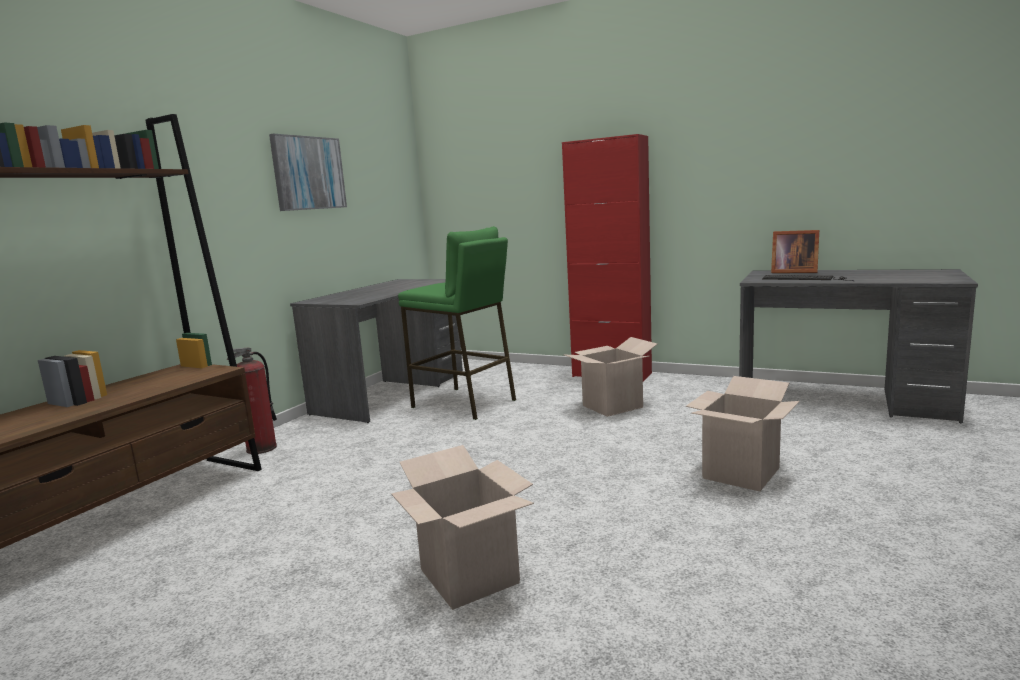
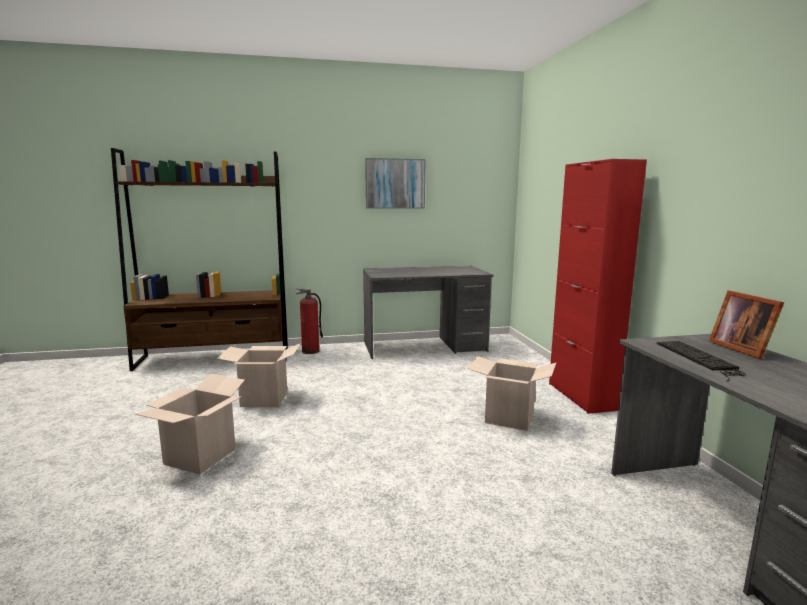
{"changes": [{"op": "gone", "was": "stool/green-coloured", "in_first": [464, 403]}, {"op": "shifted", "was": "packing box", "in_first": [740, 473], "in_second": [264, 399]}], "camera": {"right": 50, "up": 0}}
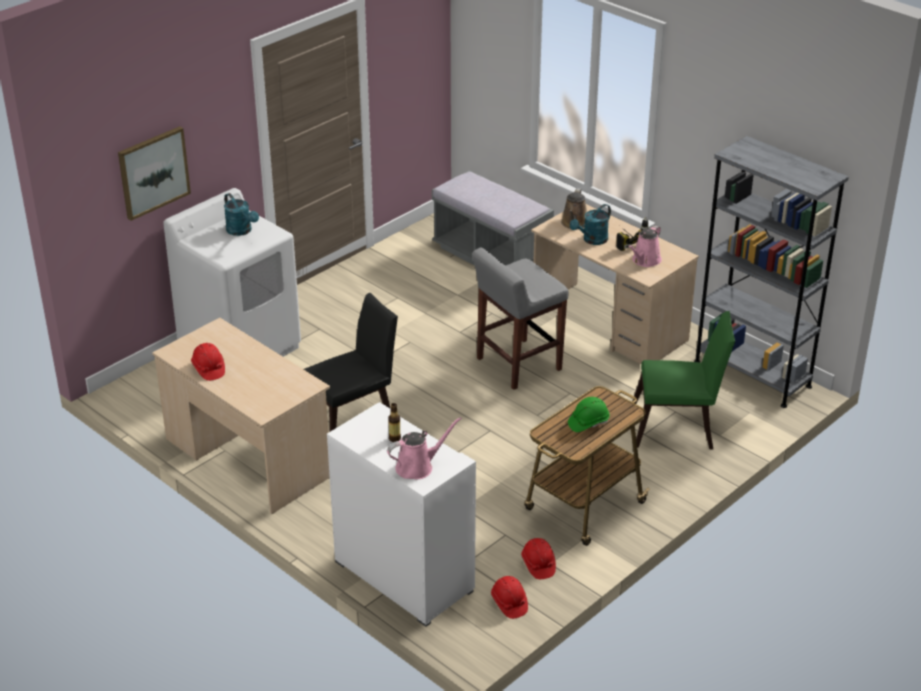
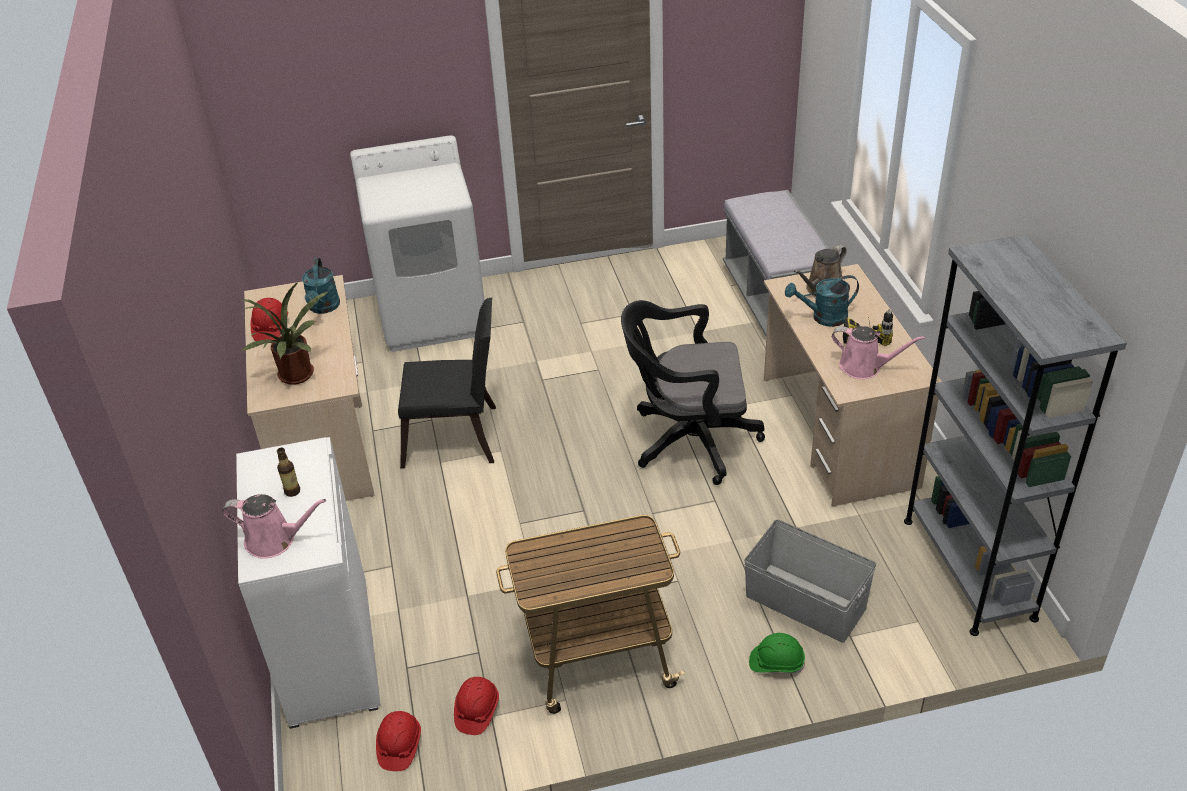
{"changes": [{"op": "gone", "was": "picture", "in_first": [153, 172]}, {"op": "shifted", "was": "watering pot/blue-green", "in_first": [241, 231], "in_second": [324, 308]}, {"op": "swapped", "was": "stool/greyish", "now": "computer chair/black-coloured", "in_first": [517, 364], "in_second": [687, 440]}, {"op": "shifted", "was": "work helmet/green-coloured", "in_first": [588, 422], "in_second": [776, 662]}, {"op": "rotated", "was": "watering pot/pinkish", "in_first": [645, 261], "in_second": [864, 367], "clockwise": -135}, {"op": "swapped", "was": "plain chair/green-coloured", "now": "storage bin/greyish", "in_first": [678, 428], "in_second": [805, 603]}, {"op": "new", "now": "houseplant", "in_second": [297, 377]}], "camera": {"right": 35, "up": 5}}
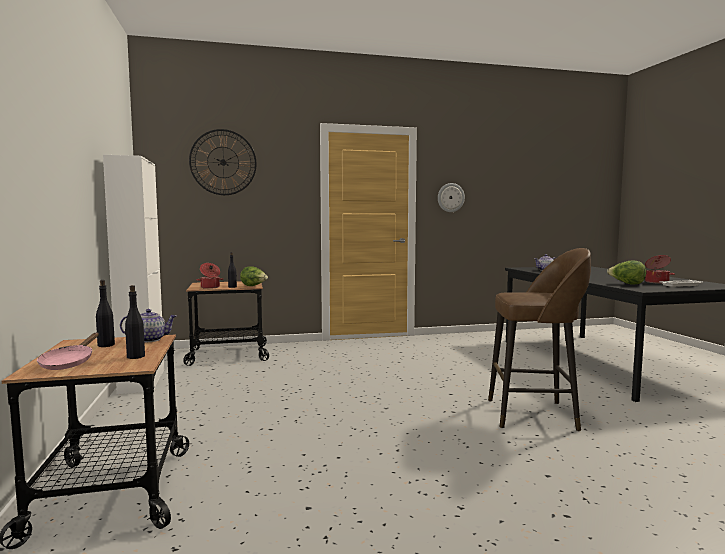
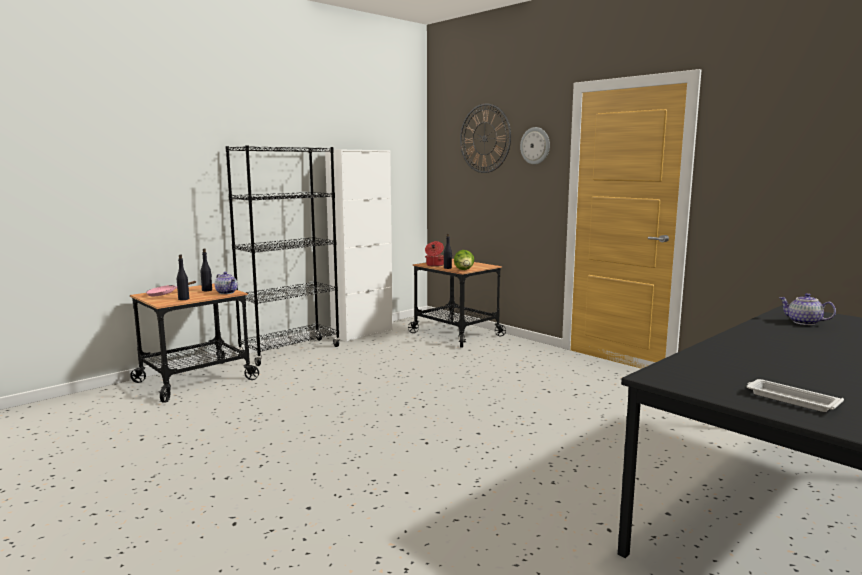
{"changes": [{"op": "shifted", "was": "clock on the wall", "in_first": [450, 197], "in_second": [535, 145]}, {"op": "gone", "was": "stool/brown-coloured", "in_first": [534, 415]}, {"op": "gone", "was": "lettuce head", "in_first": [627, 284]}, {"op": "gone", "was": "cooking pot", "in_first": [656, 282]}, {"op": "new", "now": "bookcase/black-coloured", "in_second": [290, 352]}], "camera": {"right": 60, "up": 5}}
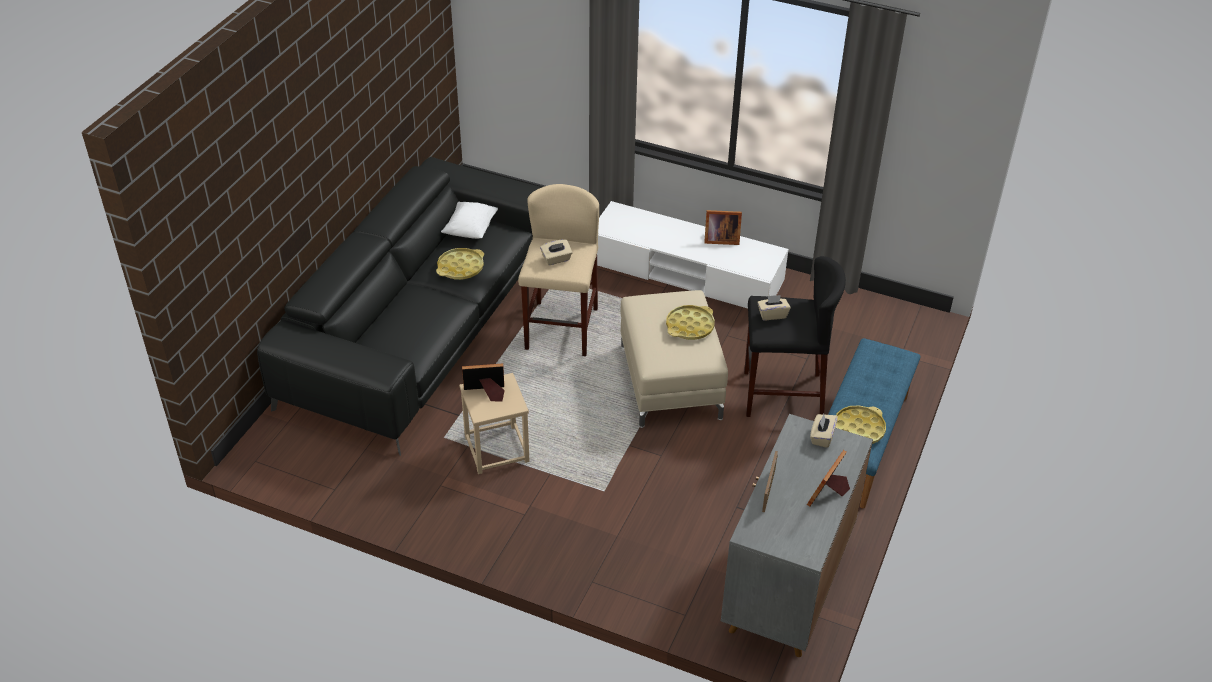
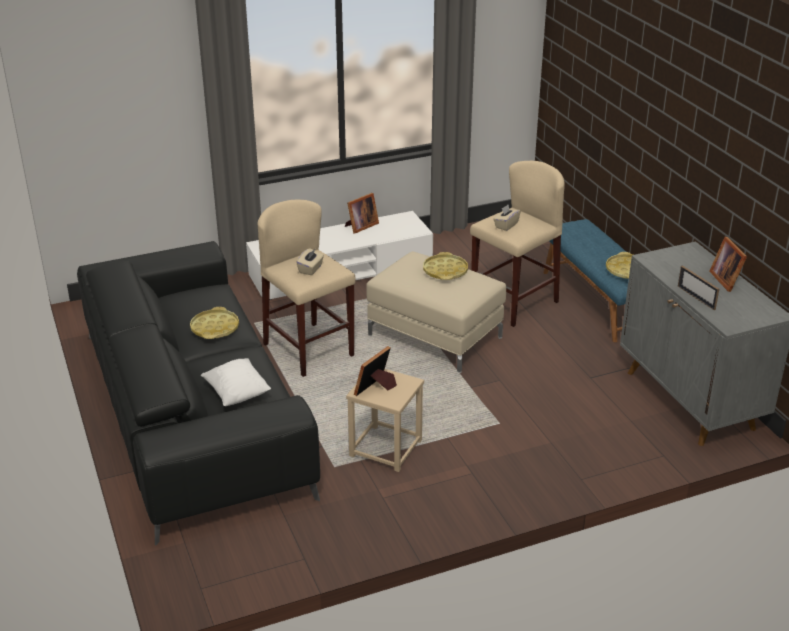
{"changes": [{"op": "shifted", "was": "throw pillow/whitish", "in_first": [470, 230], "in_second": [237, 393]}, {"op": "repainted", "was": "stool/black-coloured", "now": "stool/beige-coloured", "in_first": [782, 395], "in_second": [513, 303]}, {"op": "gone", "was": "tissue box/beige-coloured", "in_first": [822, 437]}], "camera": {"right": -45, "up": -10}}
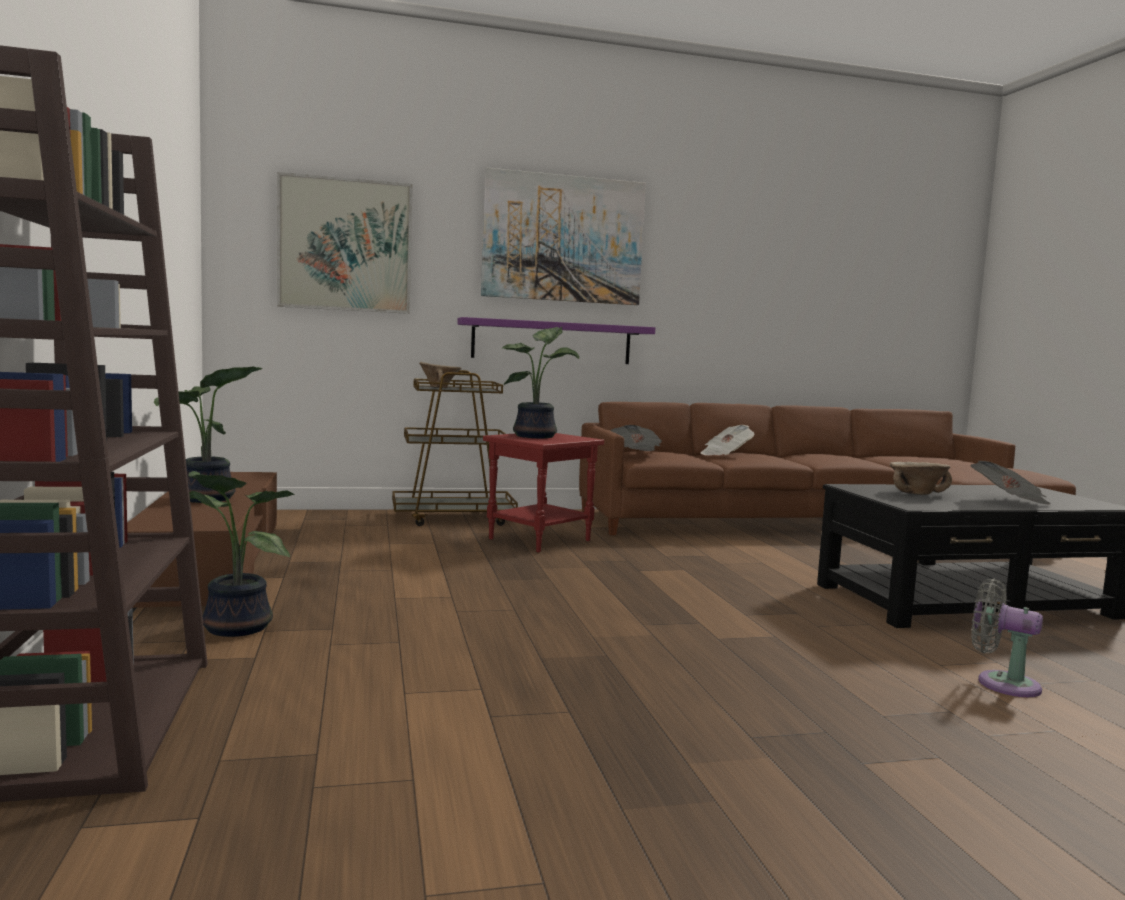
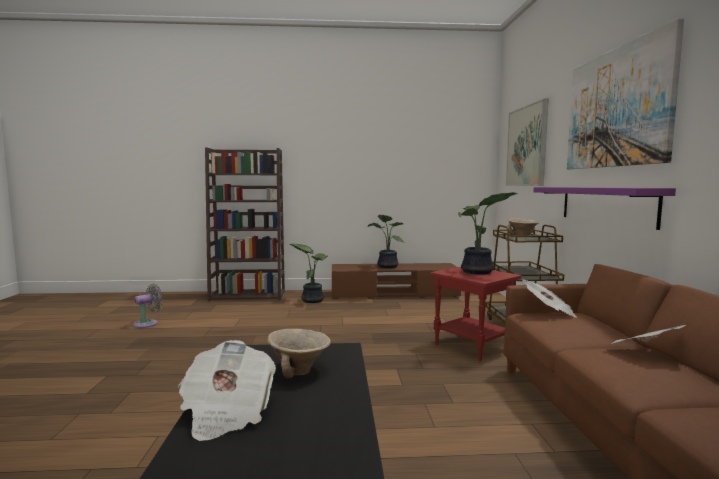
{"changes": [{"op": "shifted", "was": "electric fan/greyish", "in_first": [1001, 683], "in_second": [148, 324]}], "camera": {"right": 100, "up": 0}}
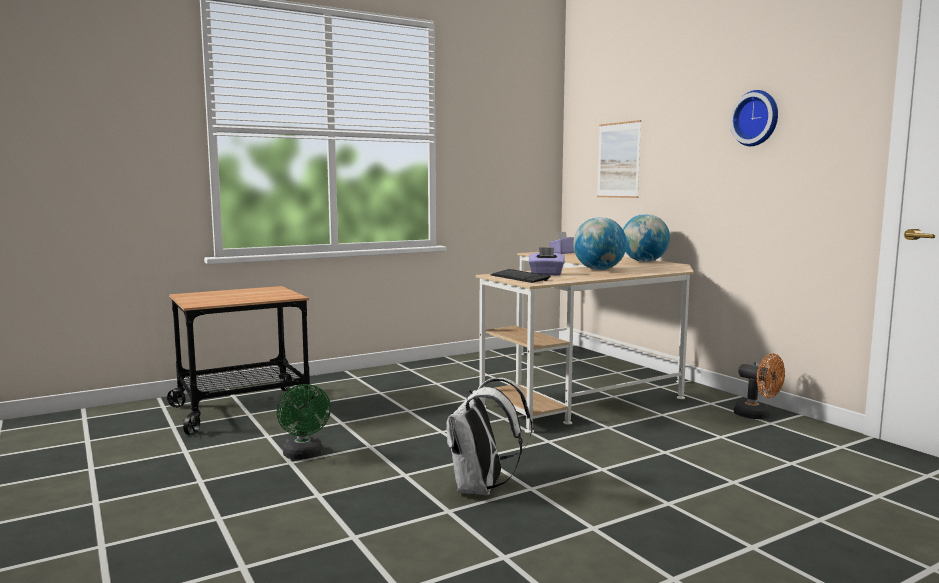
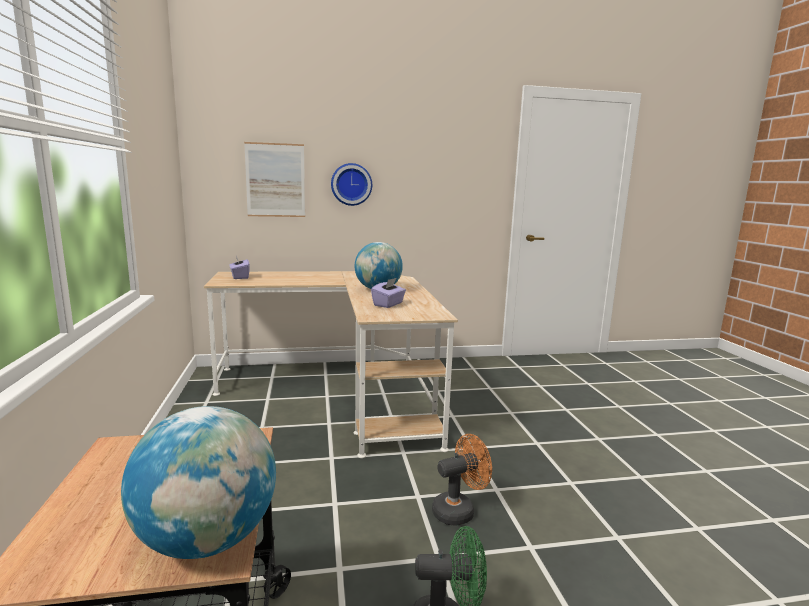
{"changes": [{"op": "gone", "was": "rucksack/whitish", "in_first": [482, 489]}, {"op": "gone", "was": "PC keyboard", "in_first": [519, 278]}, {"op": "shifted", "was": "globe", "in_first": [644, 261], "in_second": [208, 540]}, {"op": "shifted", "was": "clock on the wall", "in_first": [756, 118], "in_second": [351, 184]}, {"op": "shifted", "was": "electric fan/orangey", "in_first": [757, 415], "in_second": [459, 510]}], "camera": {"right": -70, "up": 5}}
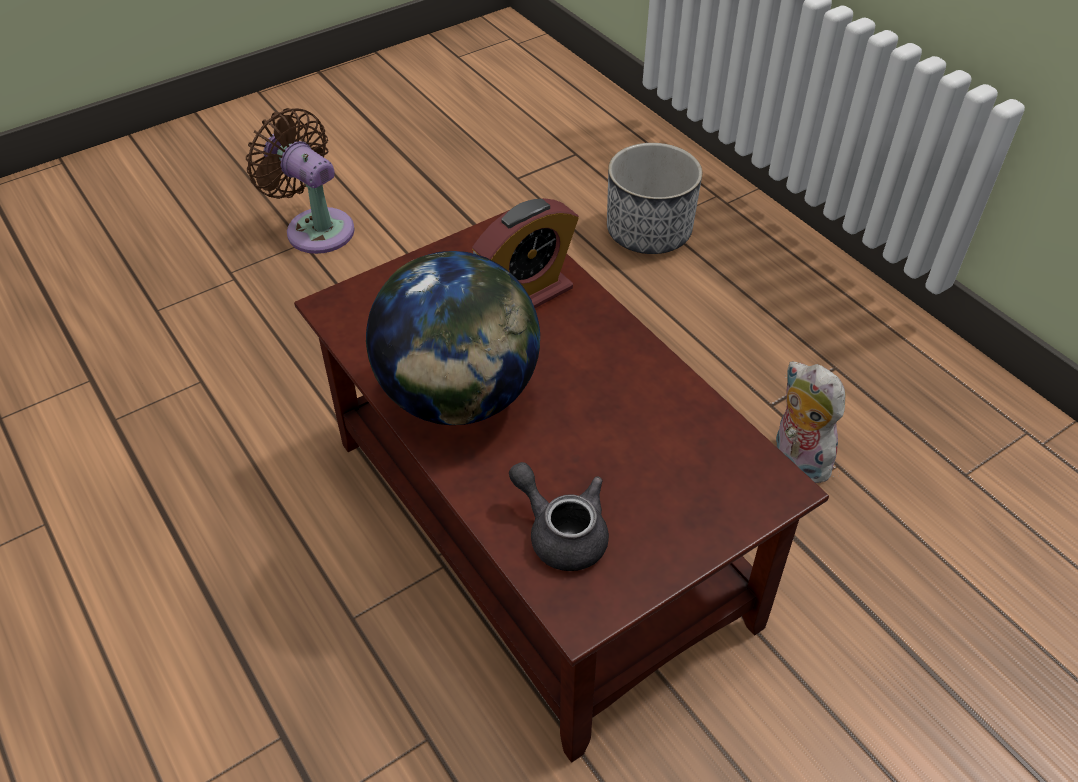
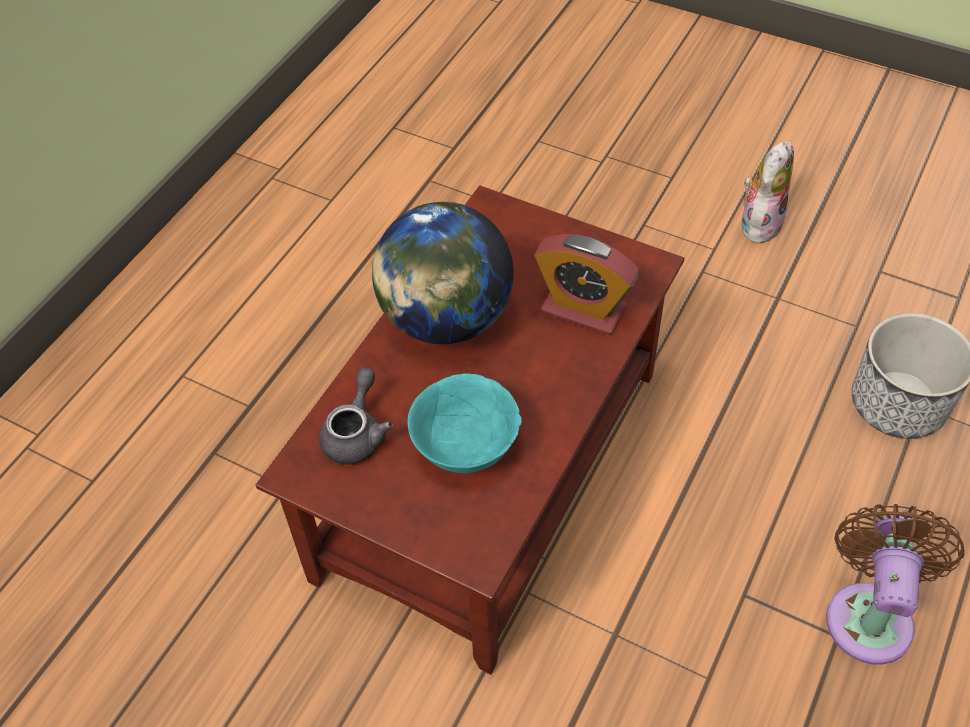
{"changes": [{"op": "shifted", "was": "electric fan/brown-coloured", "in_first": [315, 228], "in_second": [870, 614]}, {"op": "shifted", "was": "plush toy", "in_first": [796, 459], "in_second": [759, 223]}, {"op": "new", "now": "bowl/blue-green", "in_second": [465, 445]}], "camera": {"right": 65, "up": 5}}
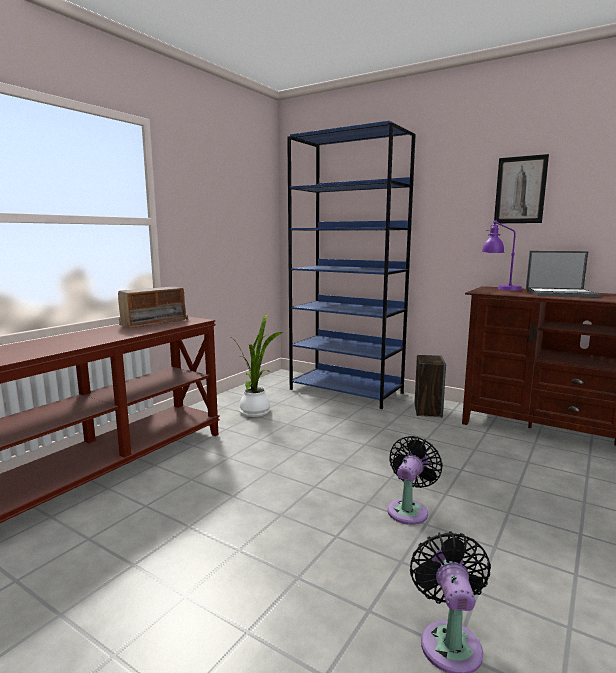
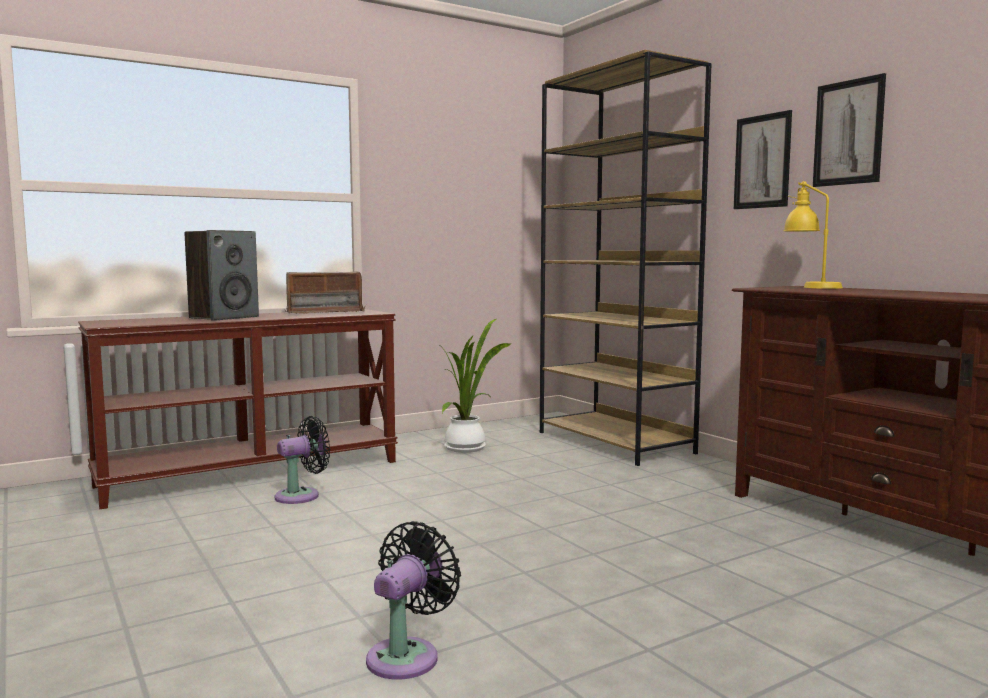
{"changes": [{"op": "repainted", "was": "bookcase/blue", "now": "bookcase/brown-coloured", "in_first": [346, 391], "in_second": [615, 442]}, {"op": "shifted", "was": "electric fan/black-coloured", "in_first": [409, 510], "in_second": [302, 495]}, {"op": "shifted", "was": "loudspeaker", "in_first": [427, 410], "in_second": [224, 317]}, {"op": "repainted", "was": "lamp for a table/purplish", "now": "lamp for a table/yellow-coloured", "in_first": [499, 288], "in_second": [809, 287]}, {"op": "gone", "was": "laptop", "in_first": [561, 293]}, {"op": "new", "now": "picture", "in_second": [762, 161]}], "camera": {"right": 25, "up": -5}}
